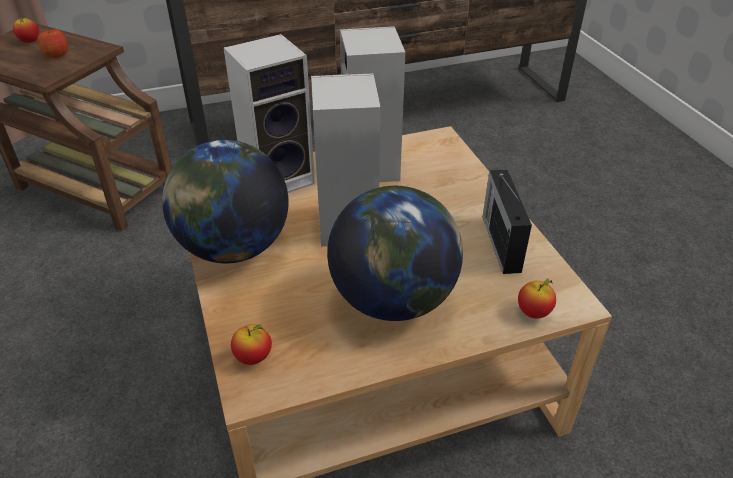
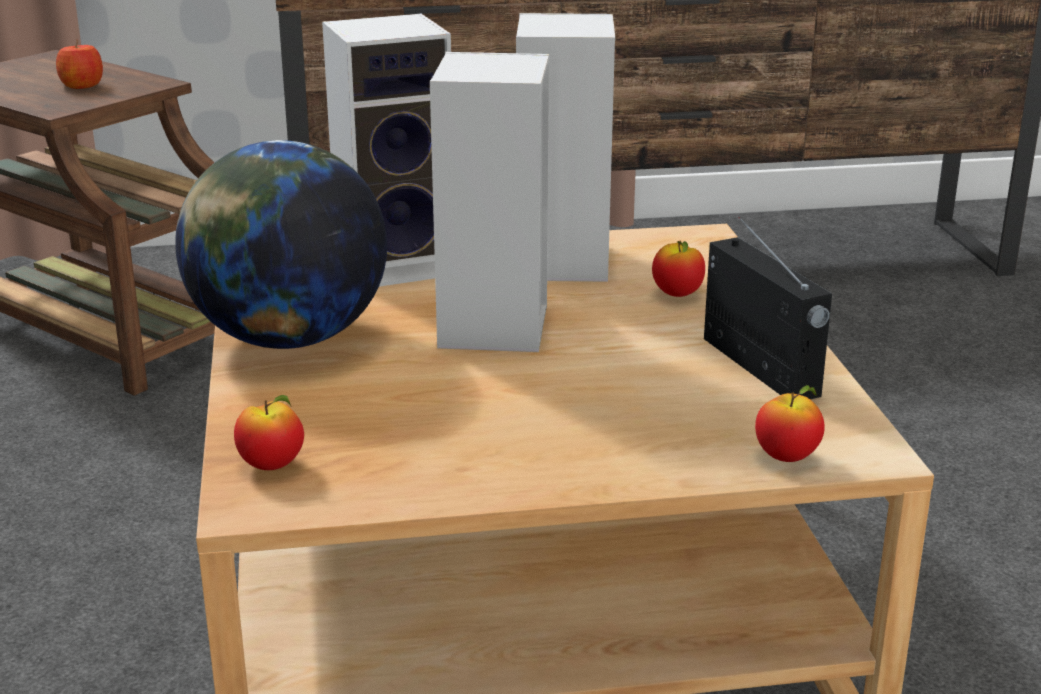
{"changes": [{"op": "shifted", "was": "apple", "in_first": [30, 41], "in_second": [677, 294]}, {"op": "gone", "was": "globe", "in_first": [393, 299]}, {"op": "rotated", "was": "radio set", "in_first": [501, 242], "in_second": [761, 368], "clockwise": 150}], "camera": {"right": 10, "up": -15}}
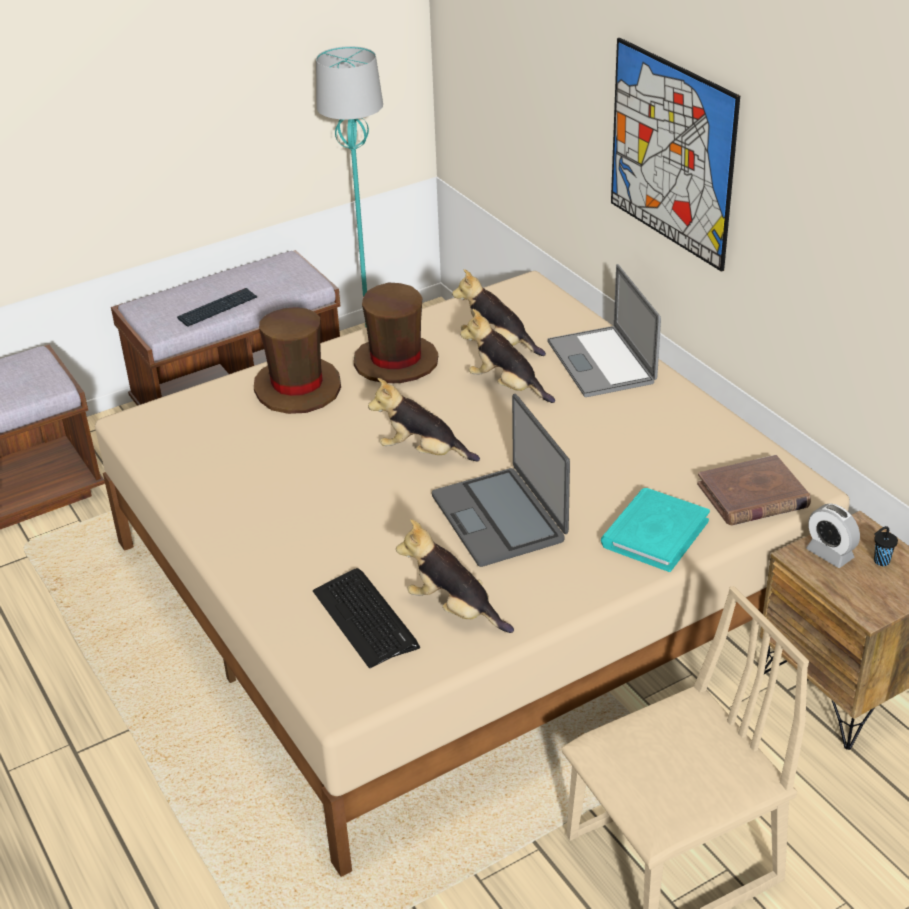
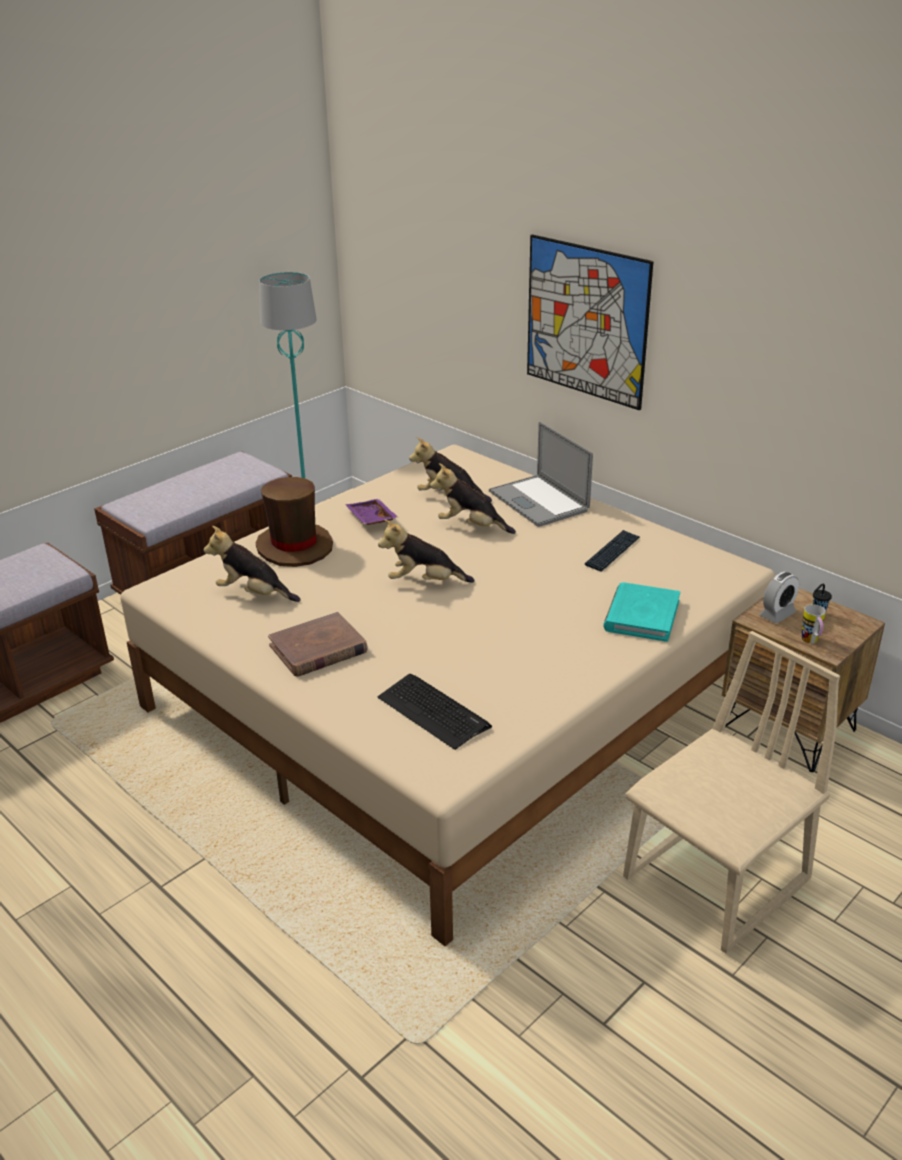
{"changes": [{"op": "shifted", "was": "PC keyboard", "in_first": [218, 308], "in_second": [613, 552]}, {"op": "swapped", "was": "wearable hat/brown-coloured", "now": "carrying tray/purplish", "in_first": [395, 362], "in_second": [370, 519]}, {"op": "shifted", "was": "plush toy", "in_first": [454, 610], "in_second": [253, 594]}, {"op": "gone", "was": "laptop", "in_first": [500, 518]}, {"op": "shifted", "was": "book/brown-coloured", "in_first": [753, 496], "in_second": [318, 649]}, {"op": "rotated", "was": "alarm clock", "in_first": [829, 554], "in_second": [777, 614], "clockwise": -75}, {"op": "new", "now": "tea mug", "in_second": [811, 642]}], "camera": {"right": -15, "up": -5}}
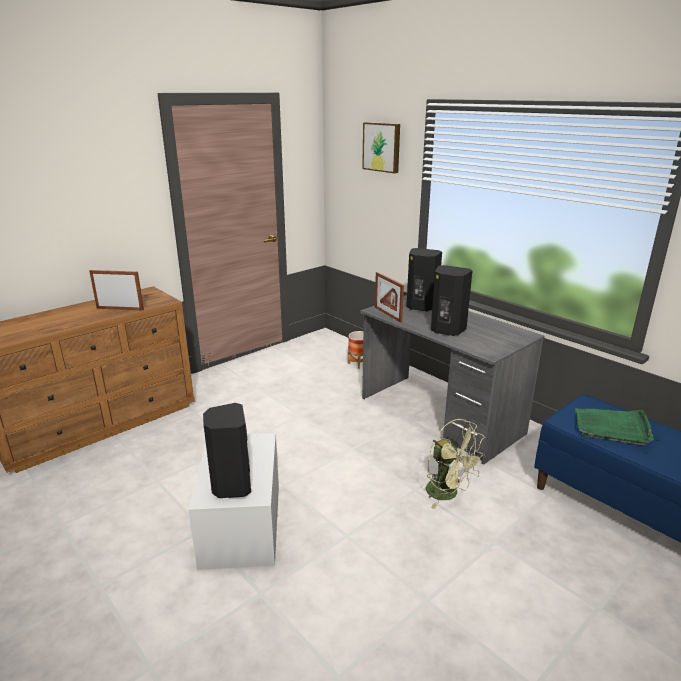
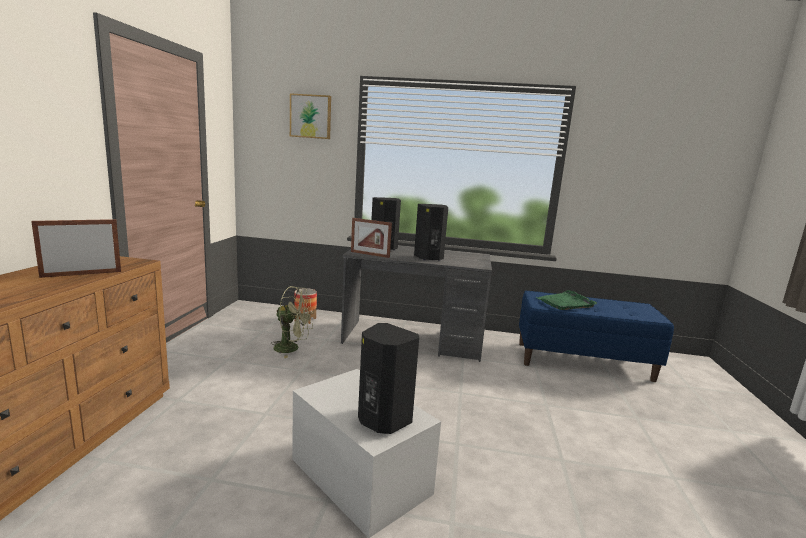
{"changes": [{"op": "shifted", "was": "electric fan/green-coloured", "in_first": [448, 493], "in_second": [292, 348]}], "camera": {"right": -40, "up": -10}}
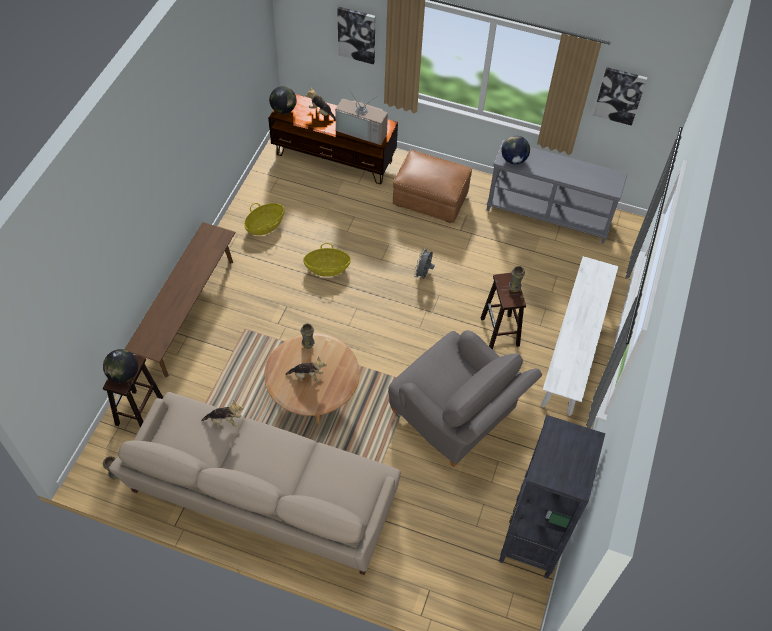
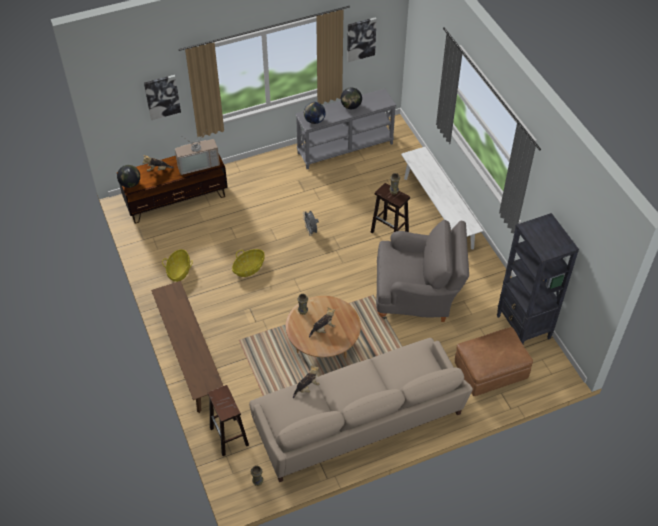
{"changes": [{"op": "shifted", "was": "globe", "in_first": [124, 374], "in_second": [351, 106]}, {"op": "shifted", "was": "ottoman/brown-coloured", "in_first": [430, 200], "in_second": [490, 372]}], "camera": {"right": -40, "up": -5}}
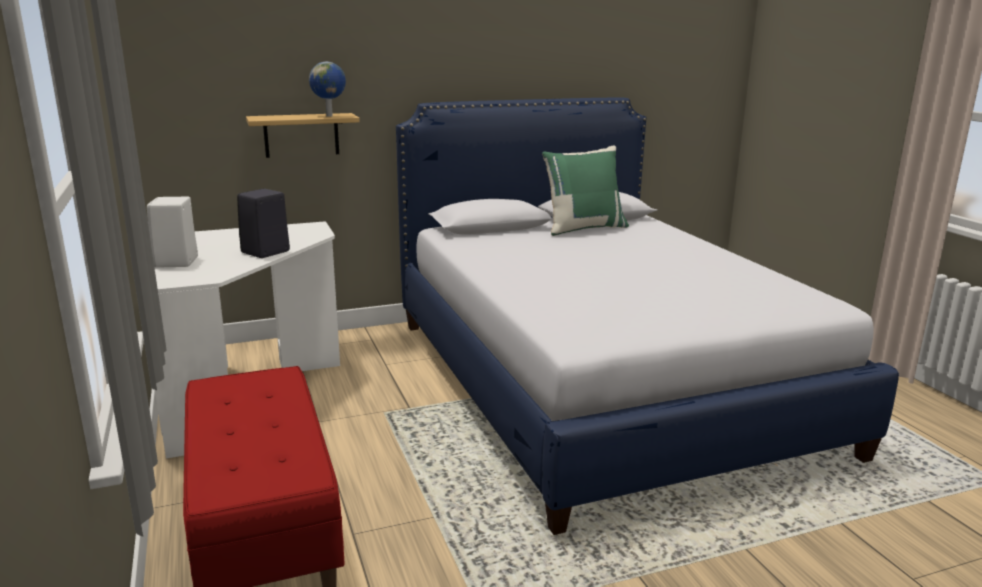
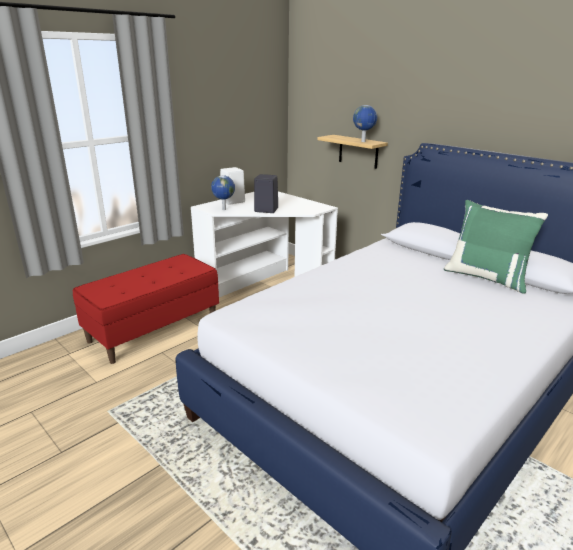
{"changes": [{"op": "new", "now": "globe", "in_second": [223, 209]}], "camera": {"right": 65, "up": 5}}
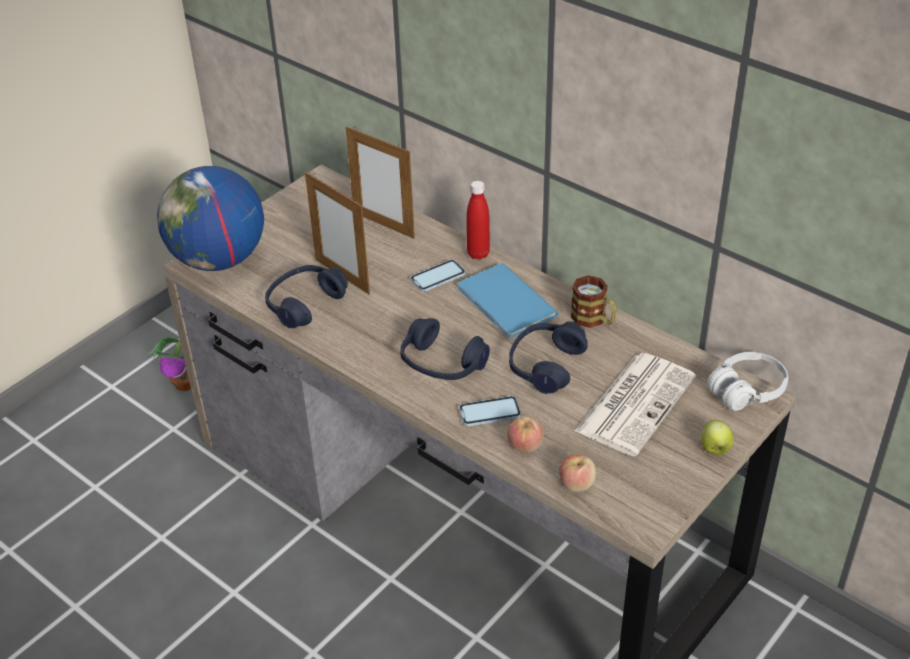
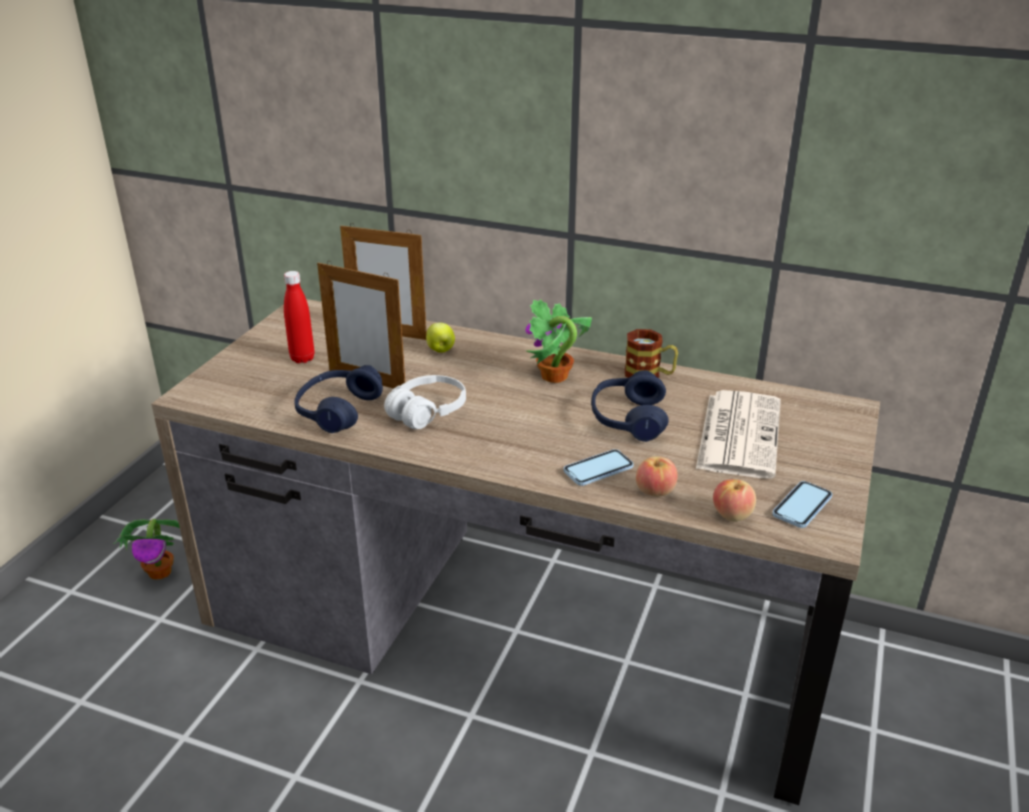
{"changes": [{"op": "gone", "was": "globe", "in_first": [218, 260]}, {"op": "gone", "was": "headset/blue", "in_first": [441, 364]}, {"op": "shifted", "was": "handset", "in_first": [438, 277], "in_second": [802, 506]}, {"op": "swapped", "was": "book/blue", "now": "houseplant", "in_first": [506, 304], "in_second": [554, 376]}, {"op": "shifted", "was": "bottle/red", "in_first": [478, 254], "in_second": [302, 358]}, {"op": "shifted", "was": "apple", "in_first": [715, 449], "in_second": [440, 350]}, {"op": "shifted", "was": "headset/whitish", "in_first": [747, 390], "in_second": [427, 412]}], "camera": {"right": -20, "up": -10}}
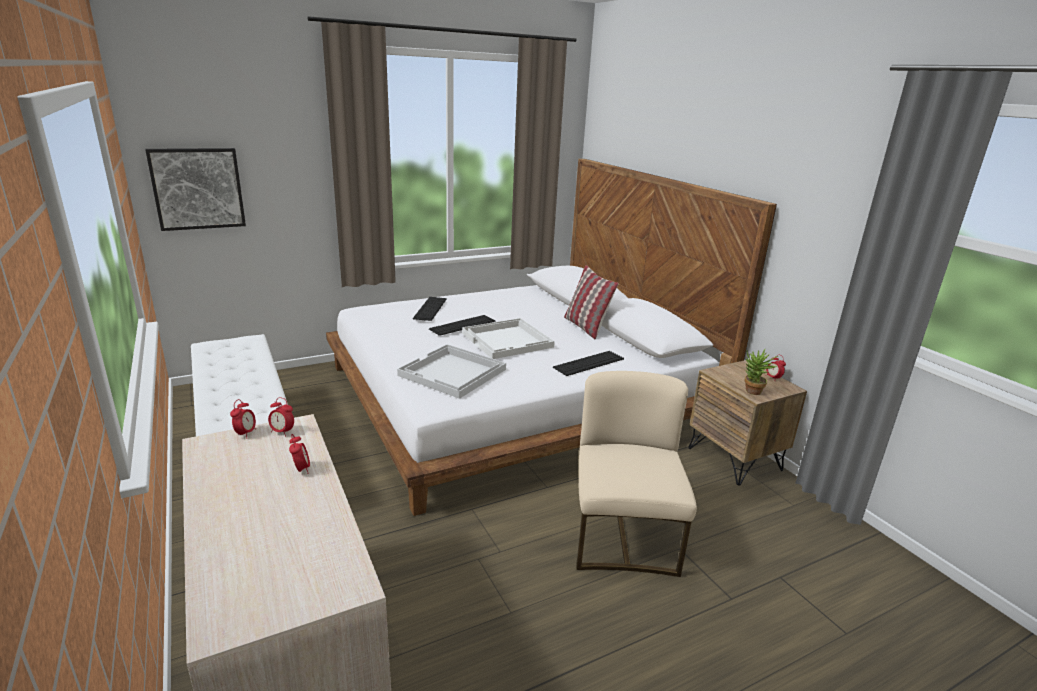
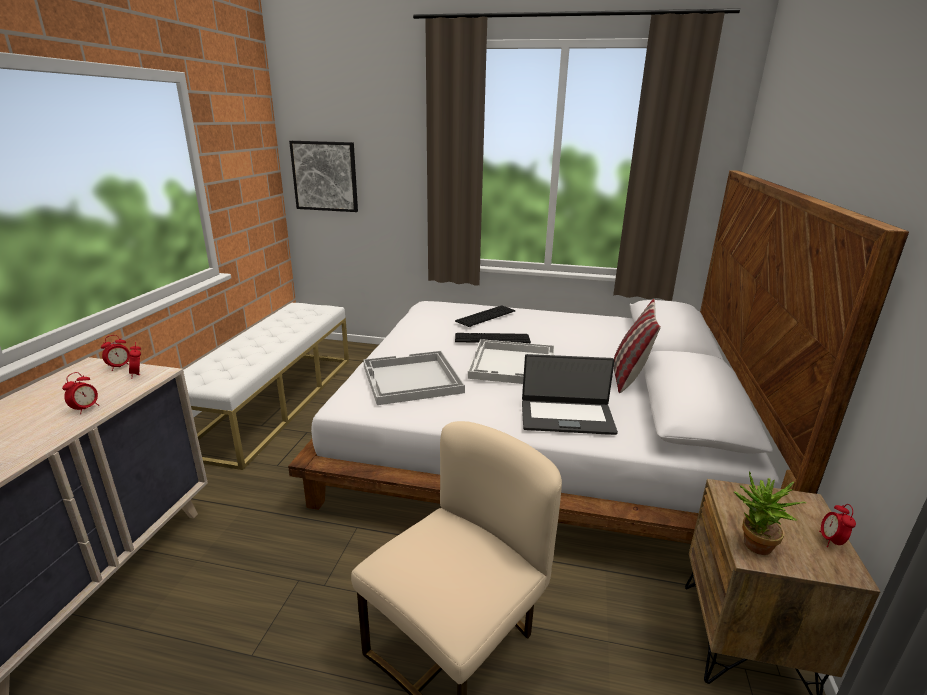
{"changes": [{"op": "swapped", "was": "PC keyboard", "now": "laptop", "in_first": [589, 363], "in_second": [566, 417]}], "camera": {"right": 40, "up": 0}}
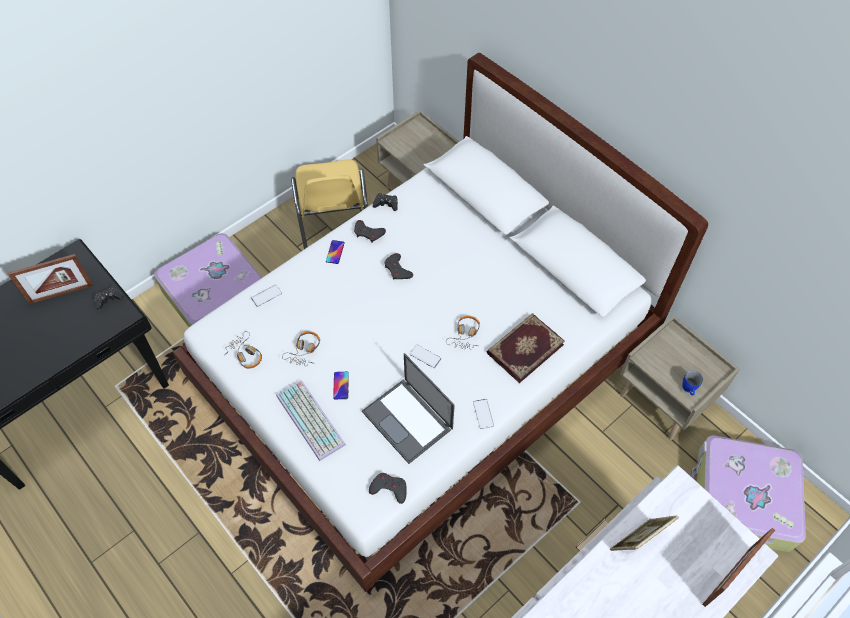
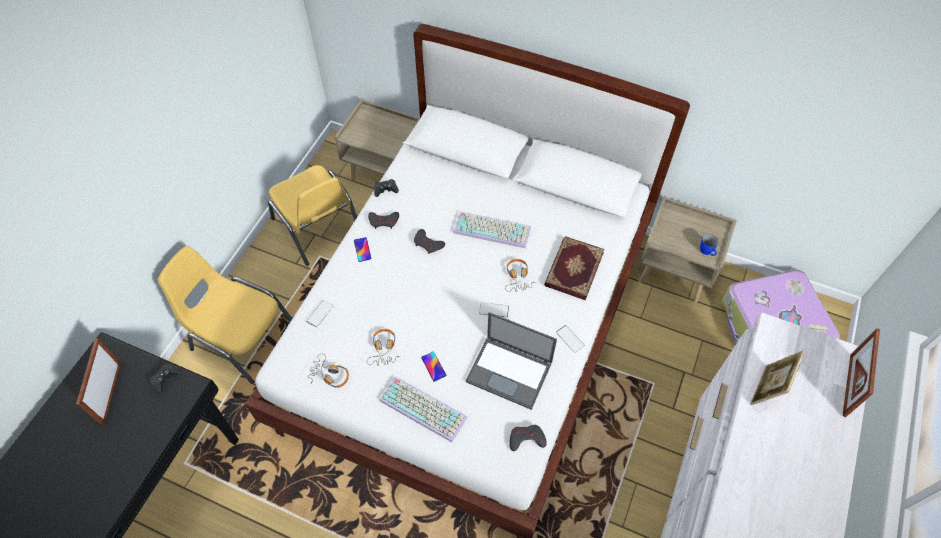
{"changes": [{"op": "rotated", "was": "photo frame", "in_first": [61, 293], "in_second": [111, 393], "clockwise": 135}, {"op": "swapped", "was": "suitcase", "now": "plain chair/yellow-coloured", "in_first": [216, 294], "in_second": [241, 336]}, {"op": "new", "now": "PC keyboard", "in_second": [493, 229]}], "camera": {"right": -25, "up": 0}}
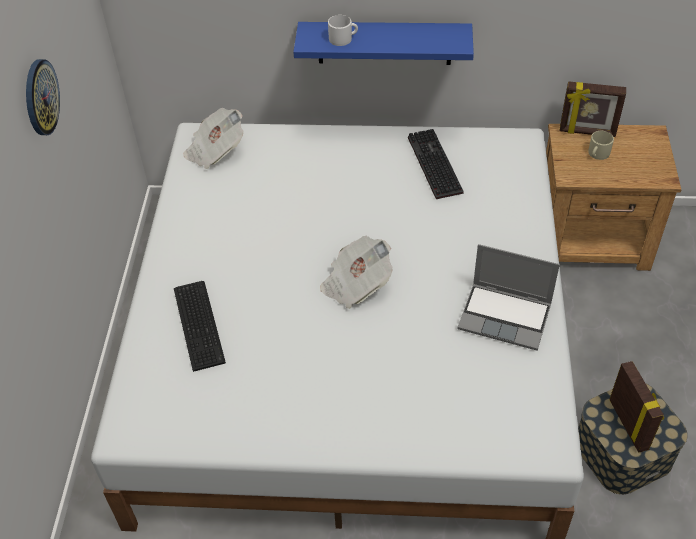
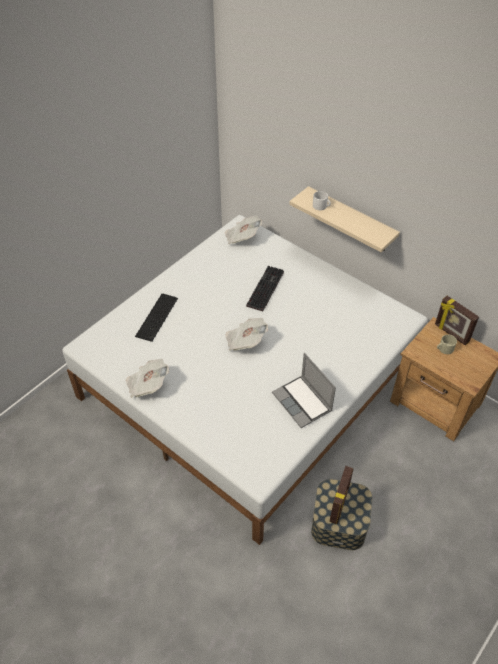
{"changes": [{"op": "gone", "was": "clock on the wall", "in_first": [40, 97]}, {"op": "repainted", "was": "wall shelf/blue", "now": "wall shelf/beige-coloured", "in_first": [384, 43], "in_second": [350, 220]}, {"op": "shifted", "was": "PC keyboard", "in_first": [432, 164], "in_second": [264, 288]}, {"op": "new", "now": "printed paper", "in_second": [147, 385]}], "camera": {"right": 35, "up": 0}}
